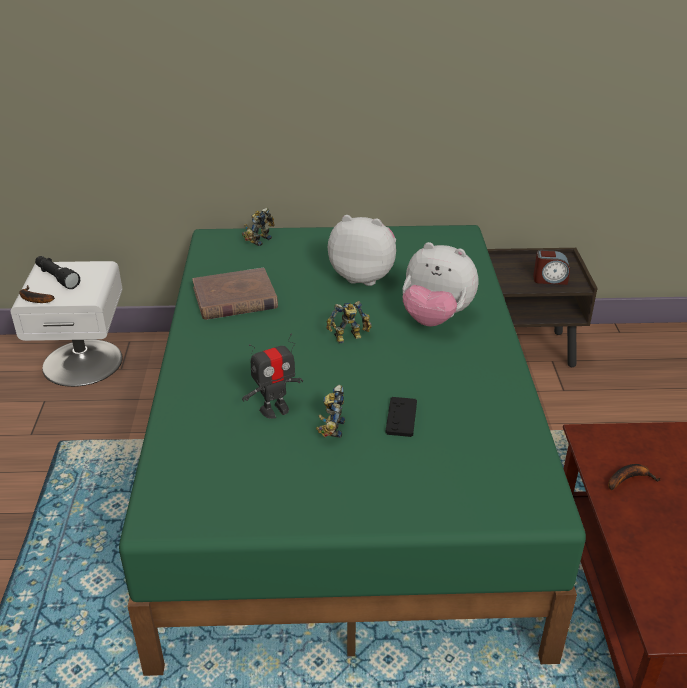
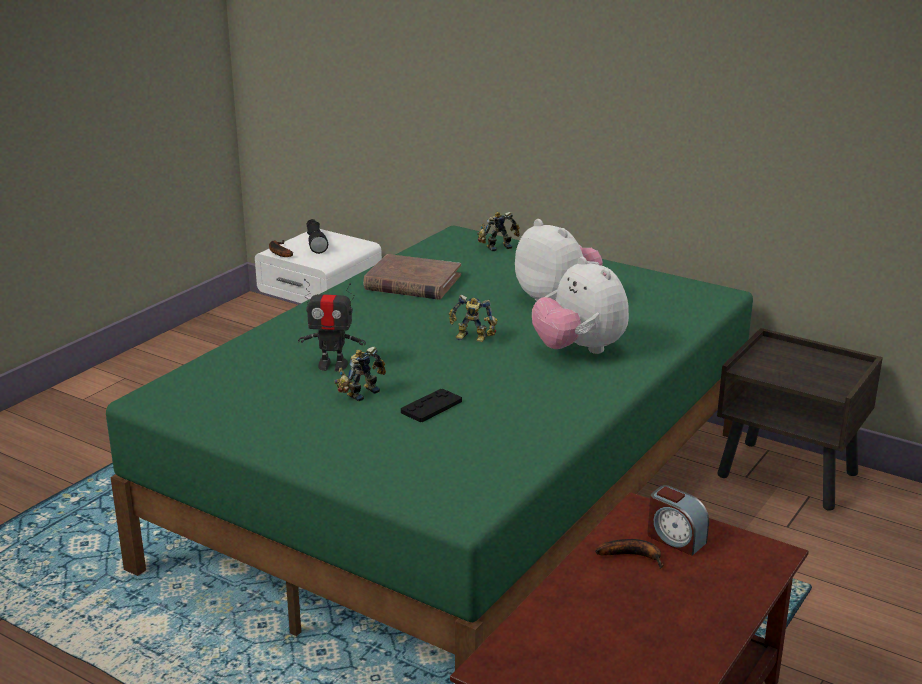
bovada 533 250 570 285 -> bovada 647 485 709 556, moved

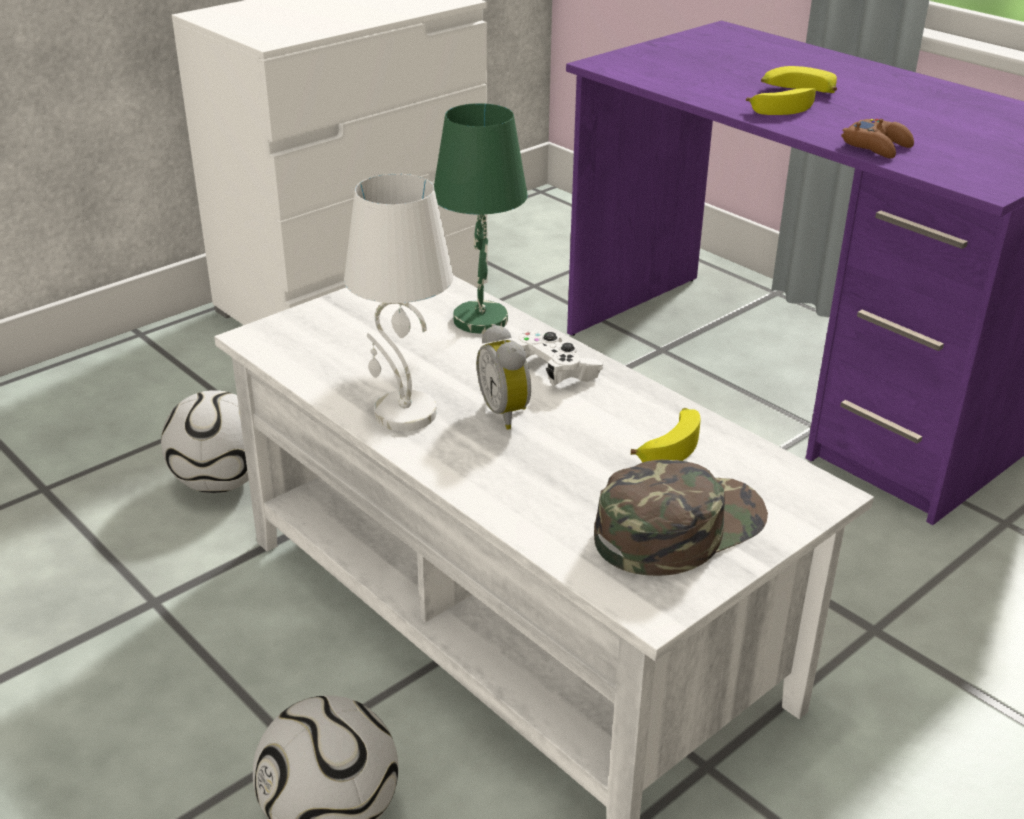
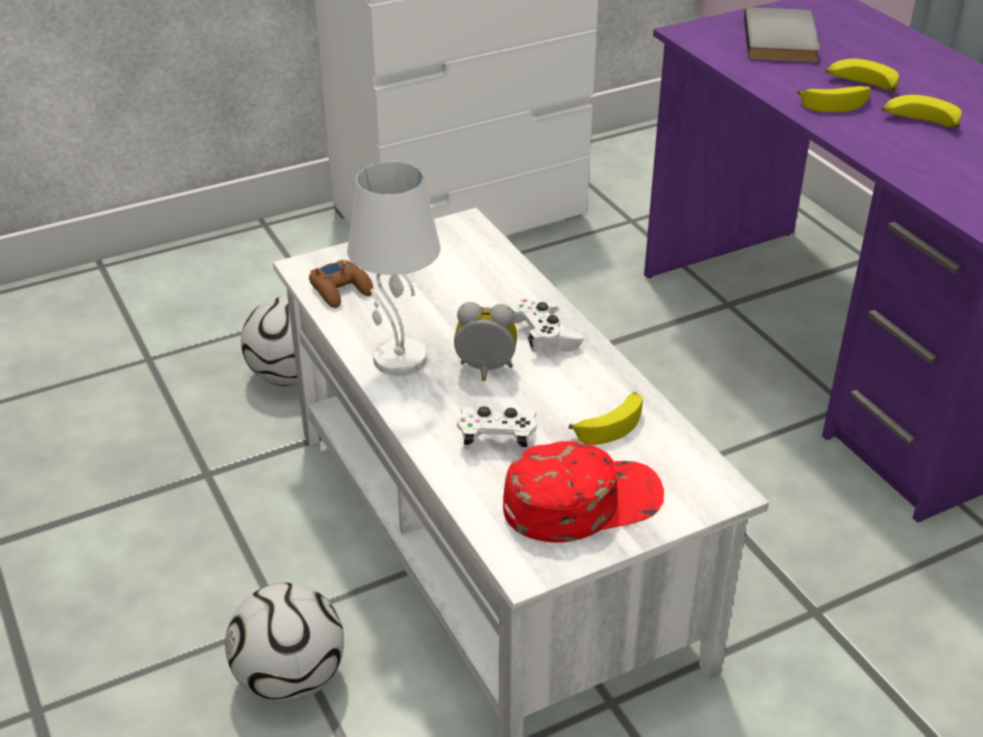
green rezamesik 434 103 528 333 -> none
none -> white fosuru 457 406 537 452
none -> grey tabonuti 744 7 820 62
none -> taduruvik 882 95 961 128
brown fosuru 841 119 914 158 -> brown fosuru 309 260 373 308, moved
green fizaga 594 460 768 576 -> red fizaga 503 441 664 543
bovada 477 324 531 430 -> bovada 454 302 517 381, 105 degrees clockwise

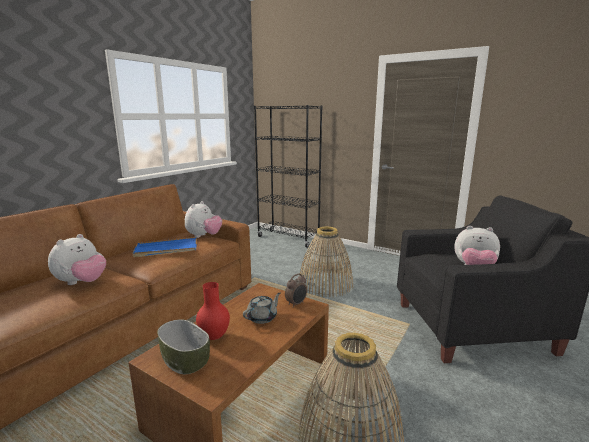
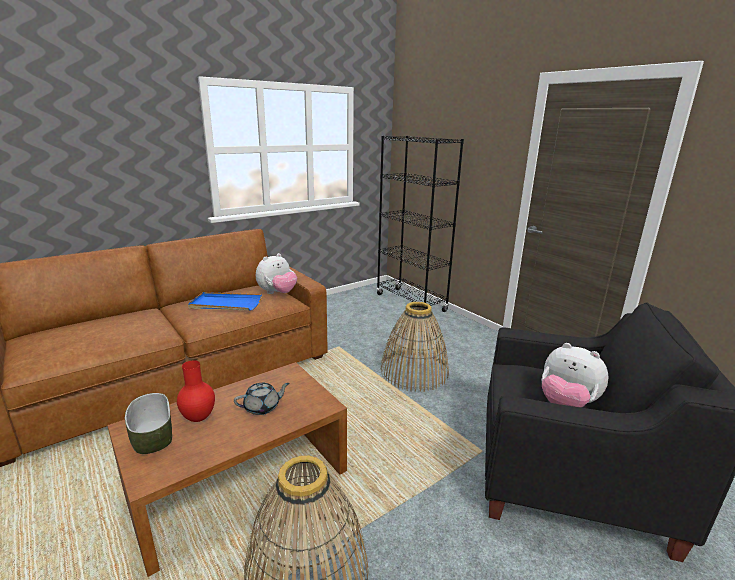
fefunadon 48 234 106 285 -> none
bovada 285 273 307 307 -> none

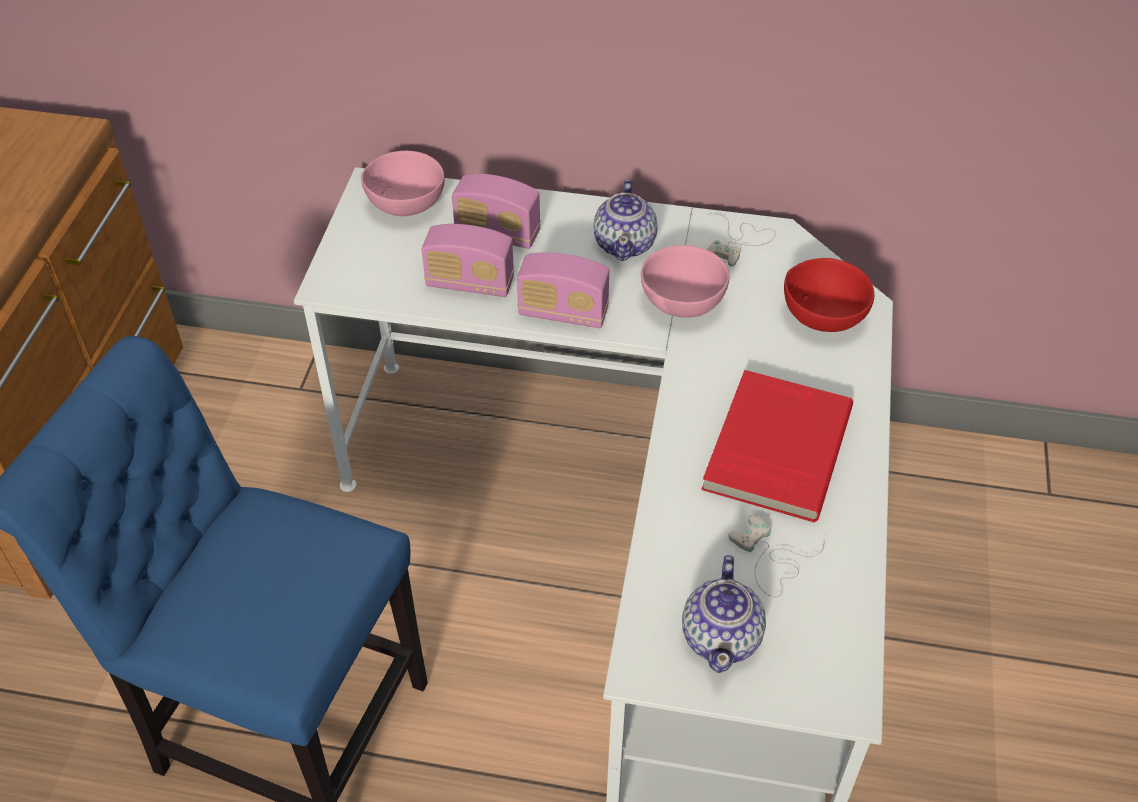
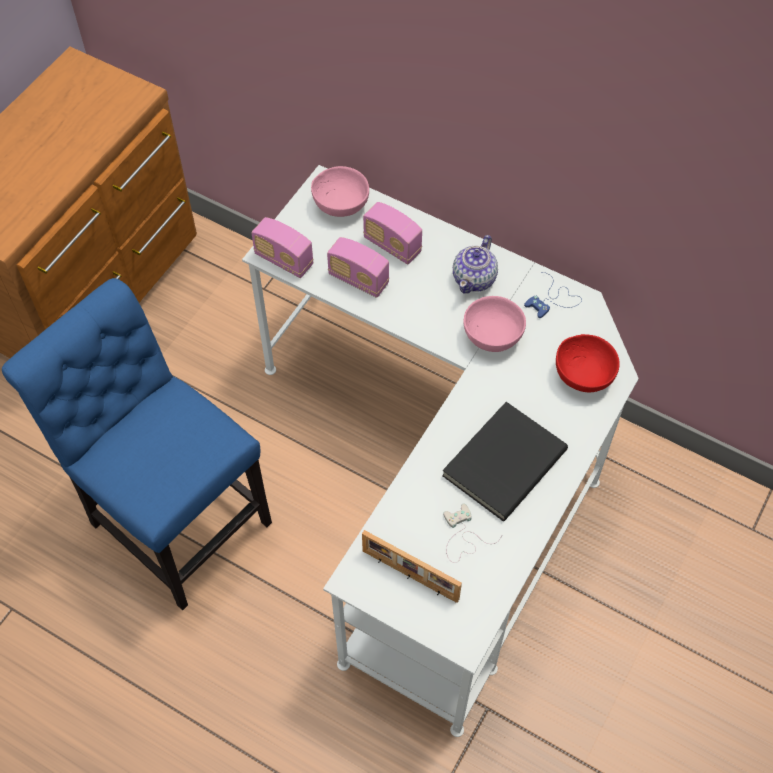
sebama 517 252 609 328 -> sebama 251 217 314 278, moved
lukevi 682 555 766 673 -> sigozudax 362 530 462 603
red tabonuti 701 370 853 522 -> black tabonuti 442 402 568 521
white fosuru 707 214 776 267 -> blue fosuru 524 272 582 318

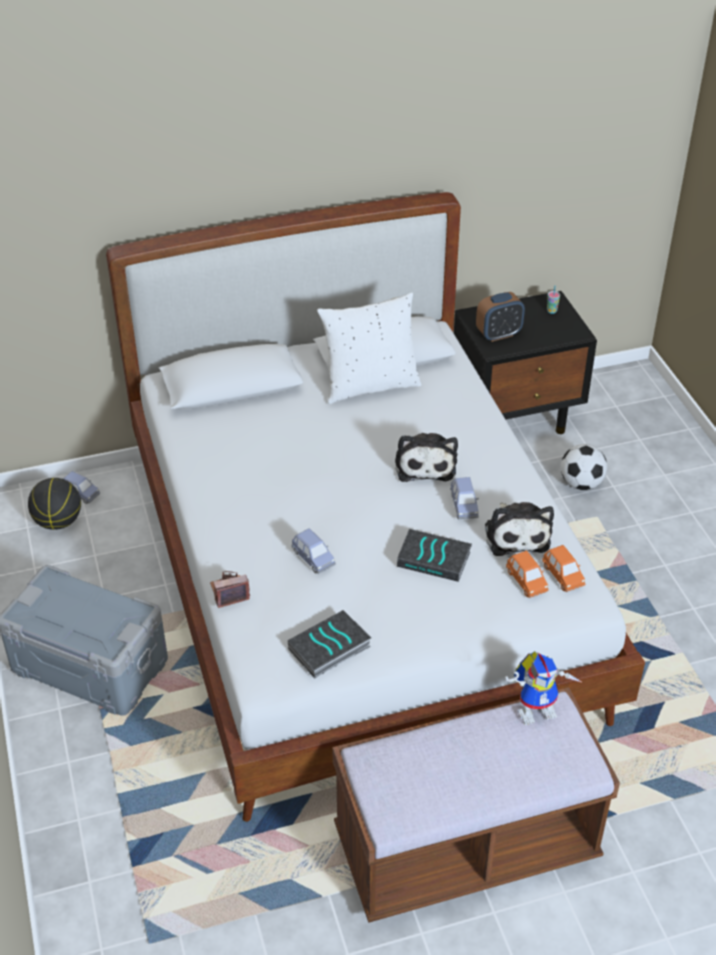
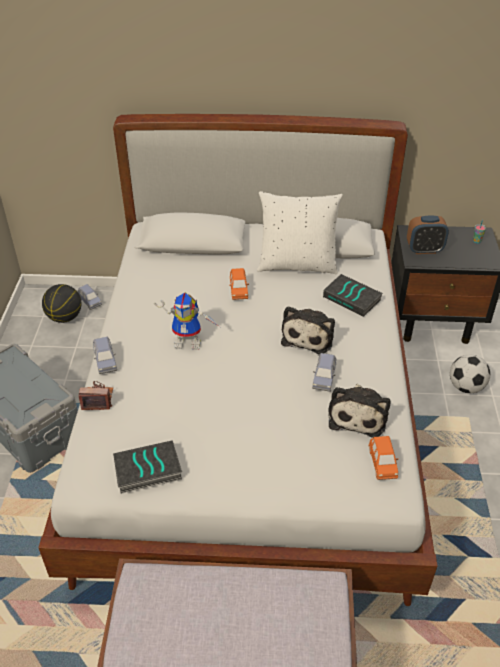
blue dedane 291 528 336 574 -> blue dedane 93 337 117 374, moved
tabonuti 397 529 472 582 -> tabonuti 323 274 383 317, moved
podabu 505 651 583 725 -> podabu 154 292 220 350, moved
orange dedane 506 551 549 598 -> orange dedane 229 268 249 300, moved

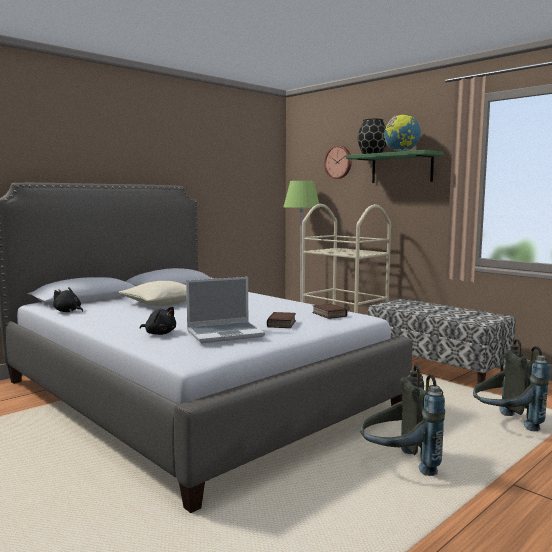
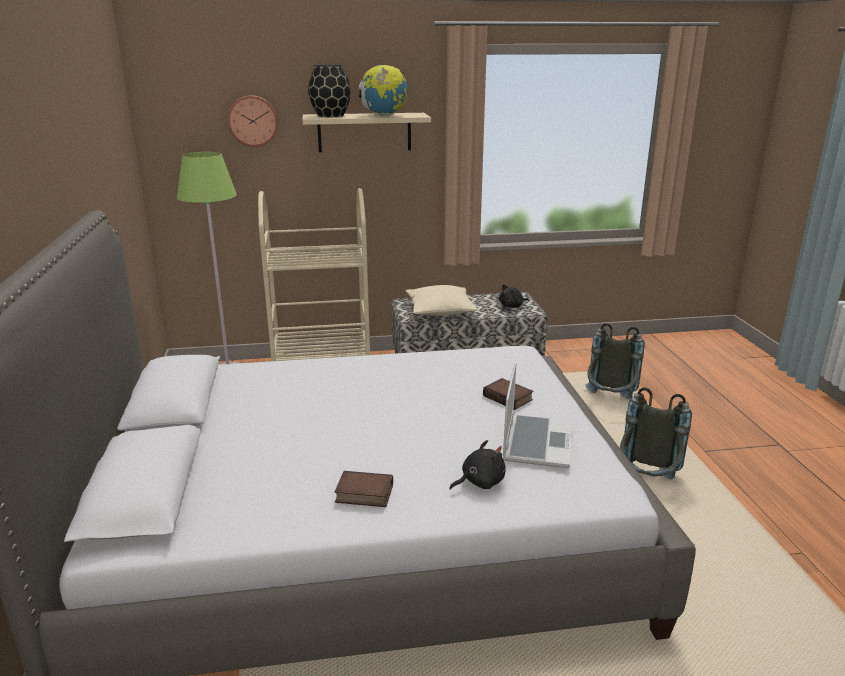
black fefunadon 53 288 83 312 -> black fefunadon 499 284 530 308, moved
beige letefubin 119 281 187 306 -> beige letefubin 406 285 477 316, moved
tabonuti 312 304 347 319 -> tabonuti 335 471 393 507, moved
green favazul 346 150 444 183 -> beige favazul 303 113 431 152

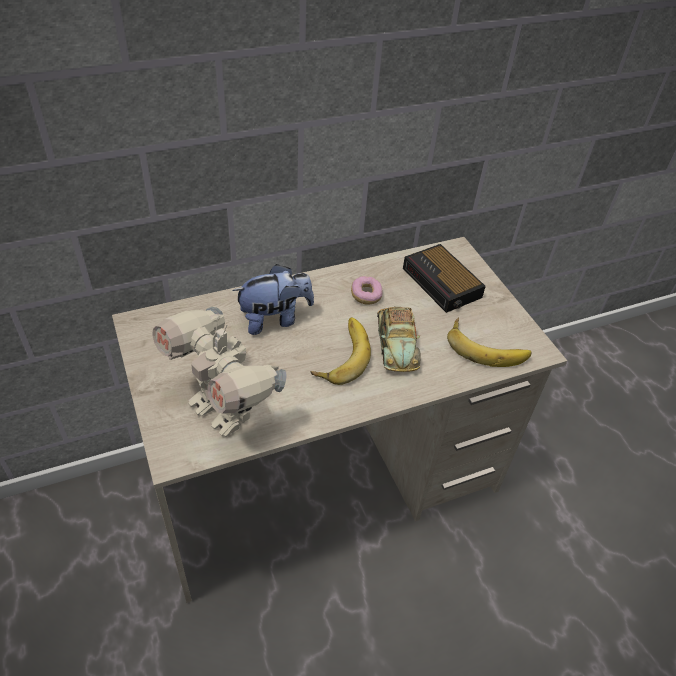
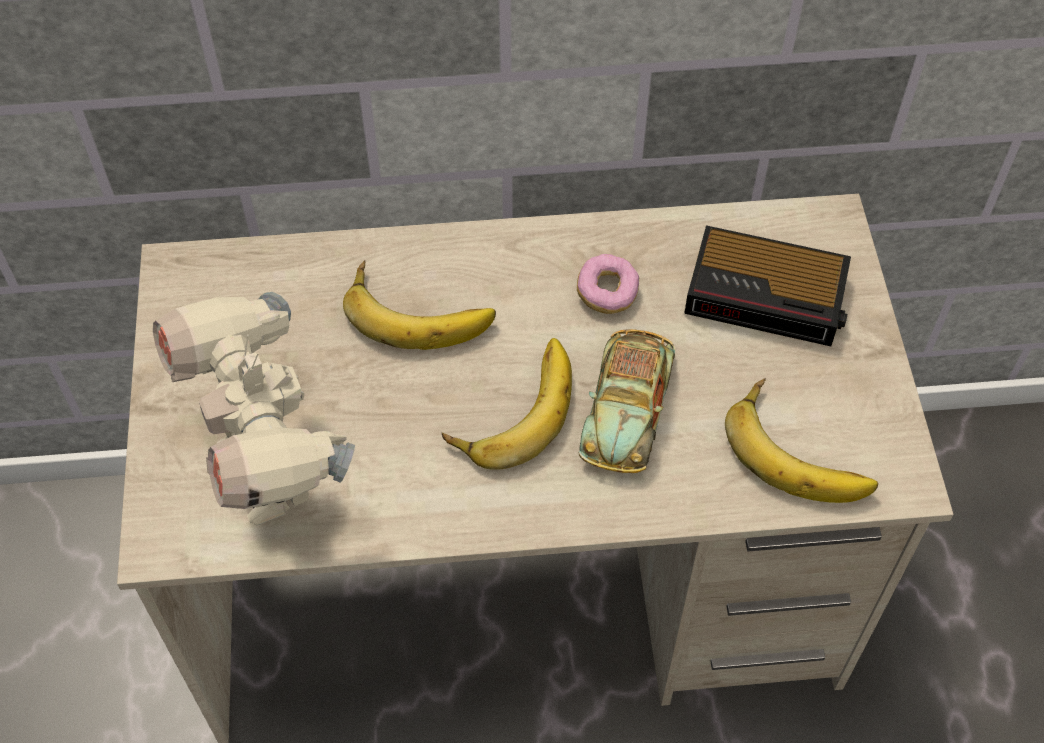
fefunadon 232 264 314 335 -> taduruvik 343 260 496 350
bovada 403 244 486 313 -> bovada 684 225 851 346, 60 degrees counterclockwise

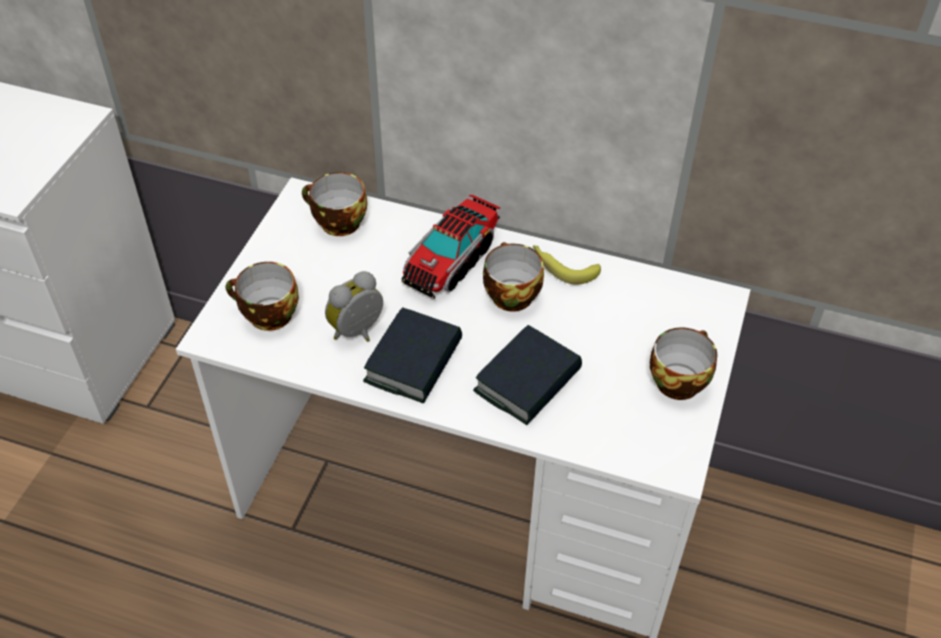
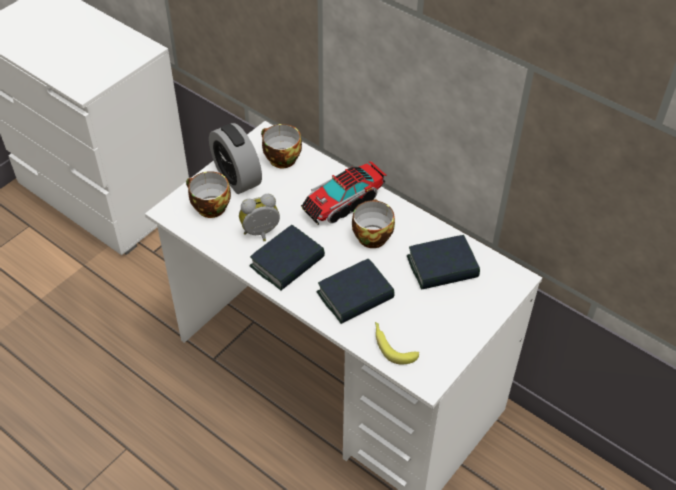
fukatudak 650 327 717 400 -> none
none -> bovada 209 123 262 194
none -> tabonuti 407 235 480 290
taduruvik 533 245 601 285 -> taduruvik 375 322 419 364, moved

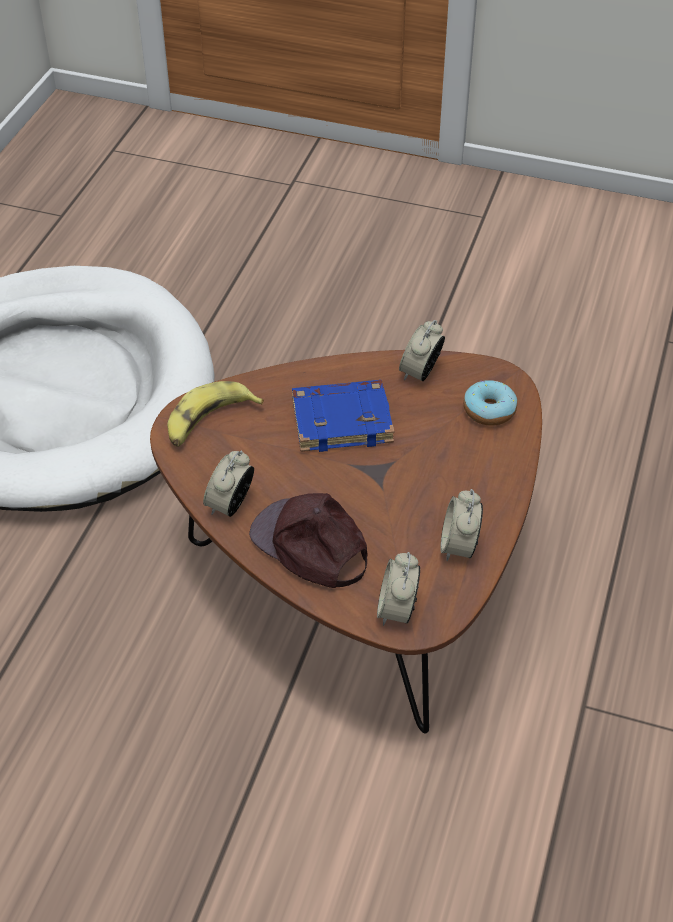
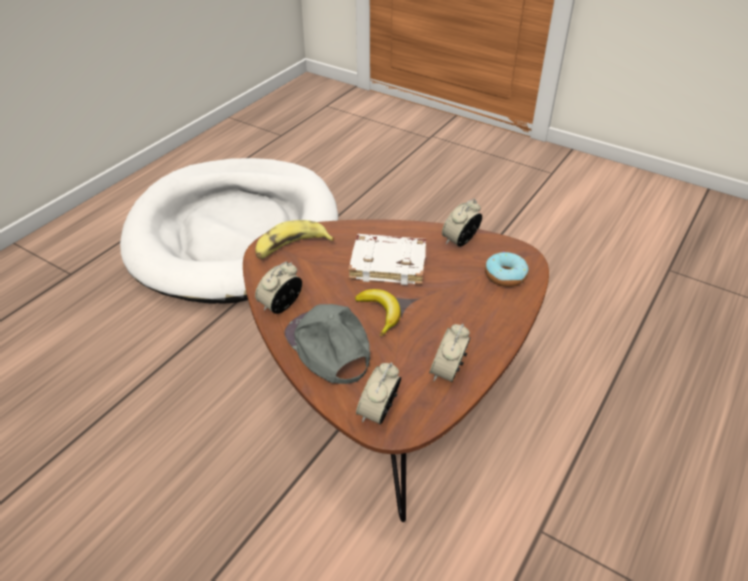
none -> taduruvik 355 289 401 336
brown fizaga 249 493 368 588 -> grey fizaga 285 304 370 384
blue tabonuti 292 380 395 452 -> white tabonuti 348 234 426 285

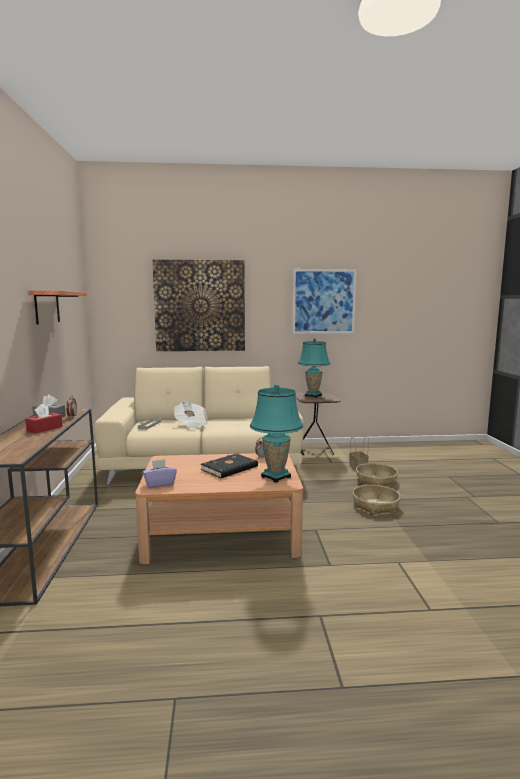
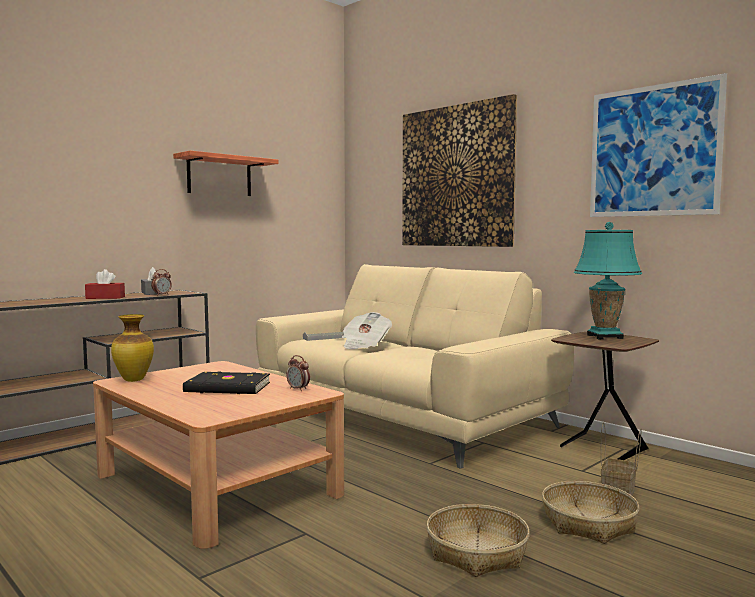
turquoise rezamesik 250 384 303 483 -> none
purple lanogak 143 459 177 488 -> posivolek 111 314 154 382

